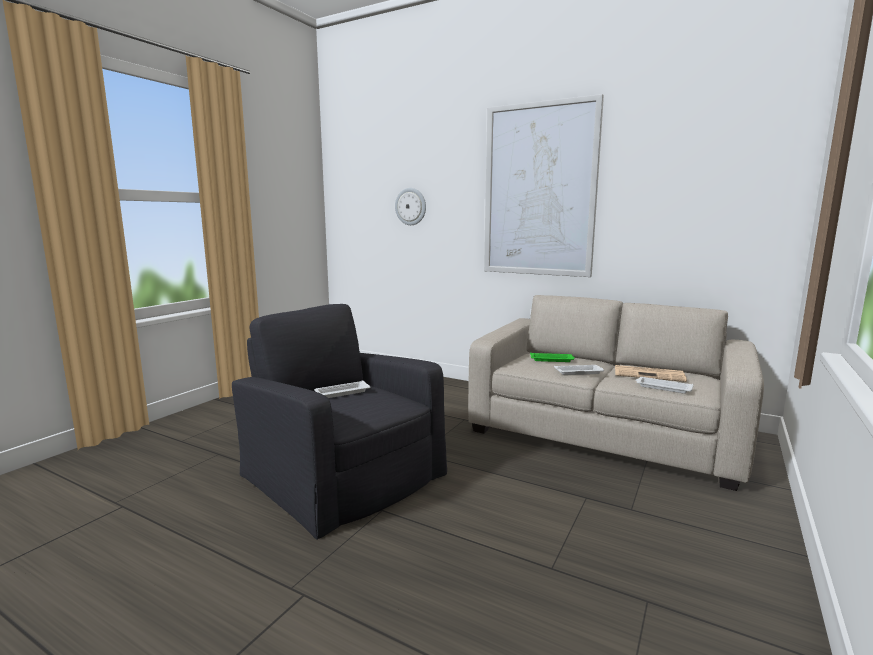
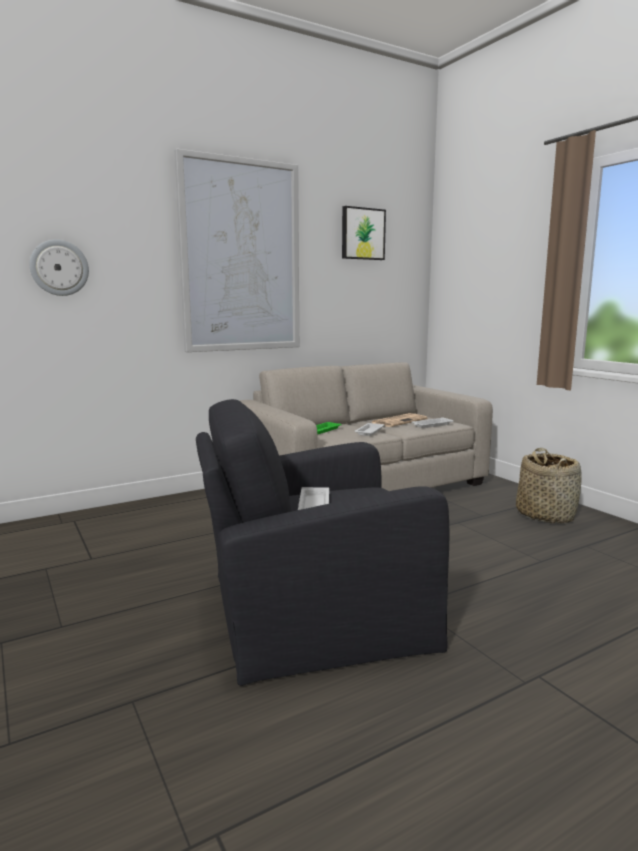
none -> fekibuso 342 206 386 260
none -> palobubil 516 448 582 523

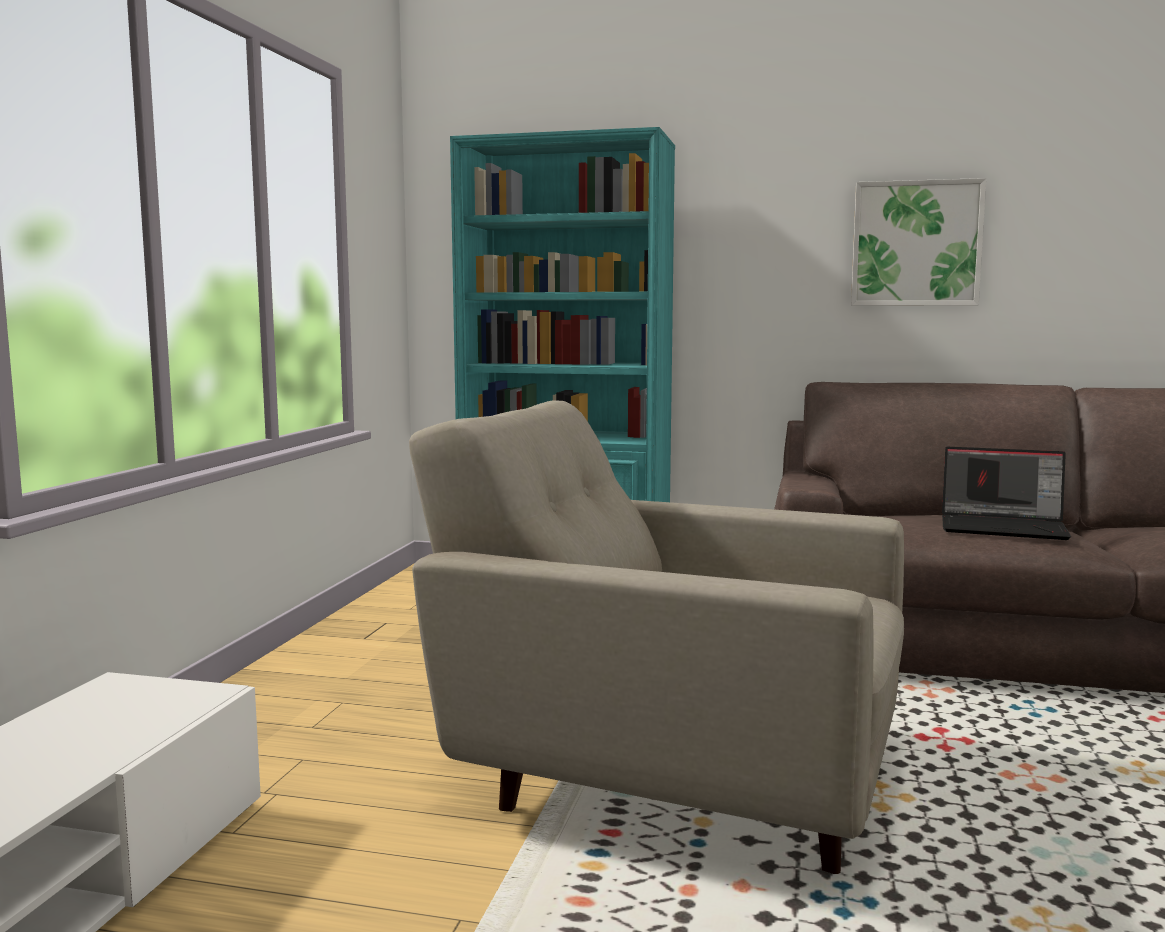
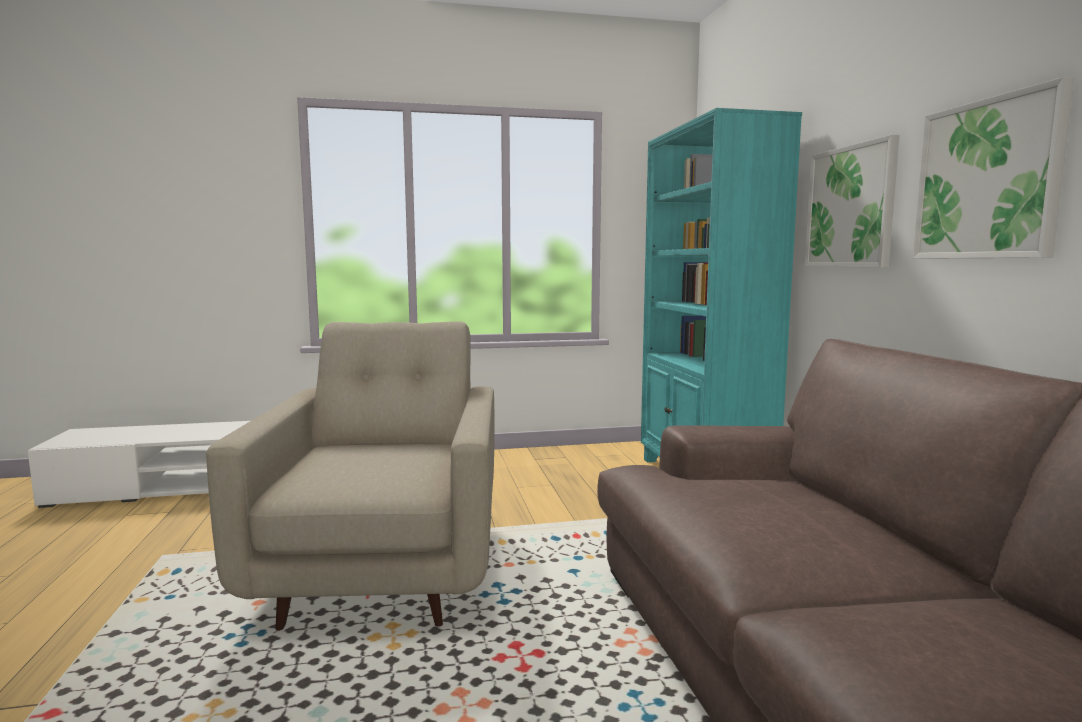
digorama 942 447 1071 540 -> none
none -> fekibuso 805 135 900 268

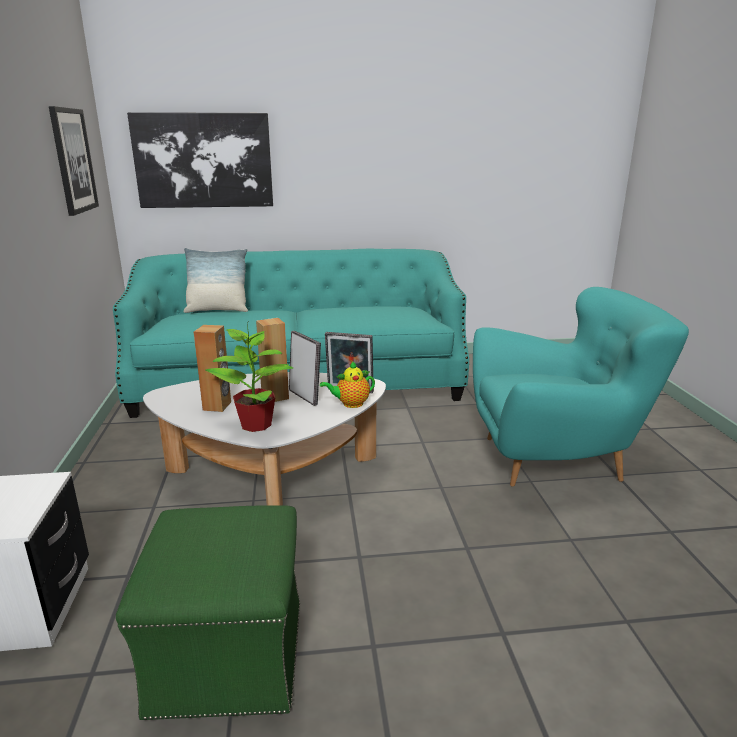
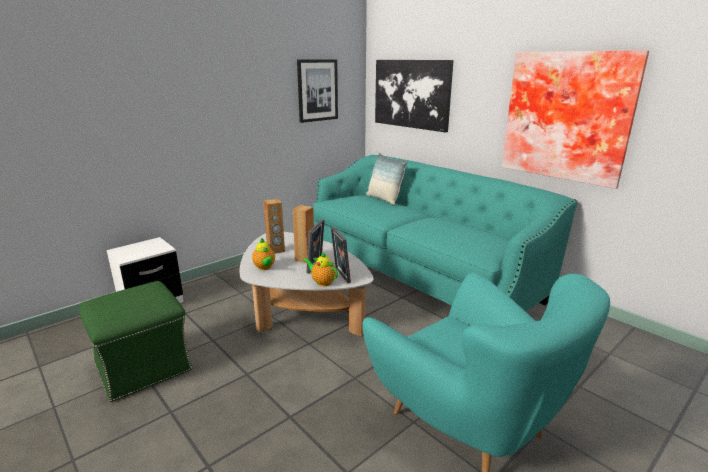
none -> fekibuso 502 50 649 189
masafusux 206 323 293 432 -> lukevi 252 238 275 270

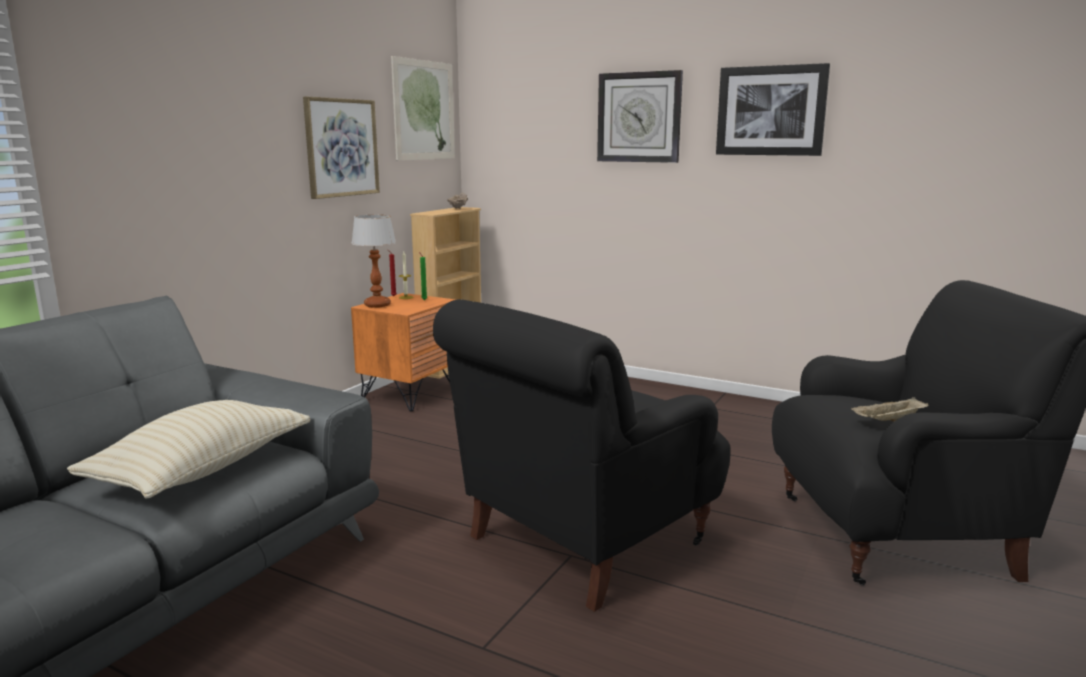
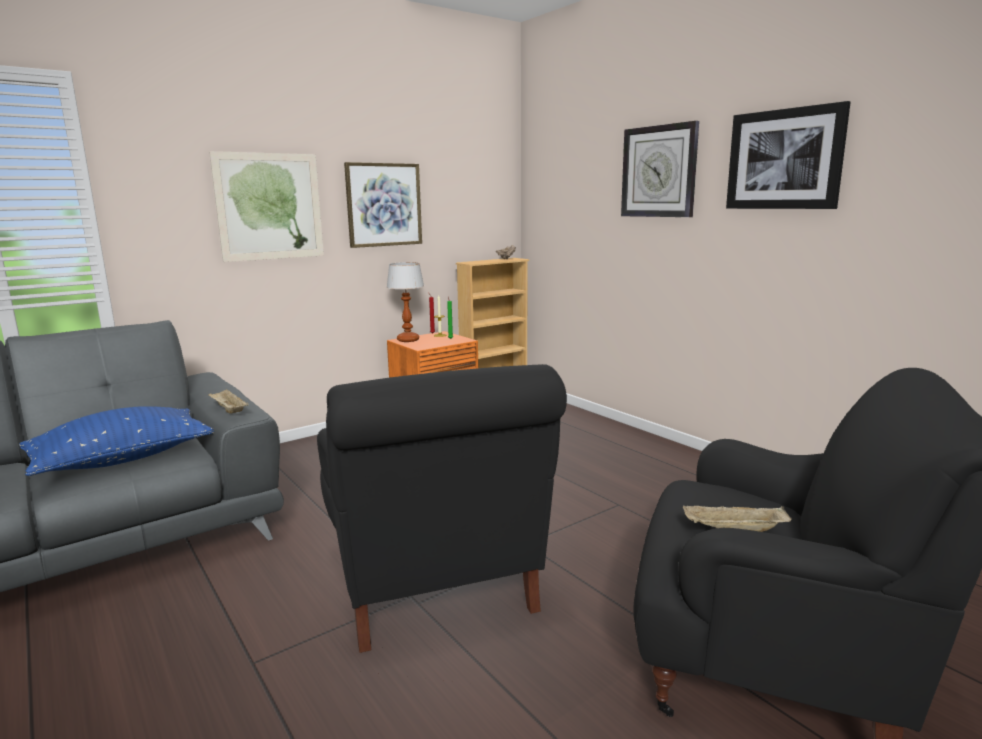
none -> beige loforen 208 389 249 413
fekibuso 391 56 455 161 -> fekibuso 209 151 324 262, moved
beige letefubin 67 400 310 498 -> blue letefubin 19 406 214 476
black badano 433 299 731 612 -> black badano 317 364 567 653, 90 degrees counterclockwise

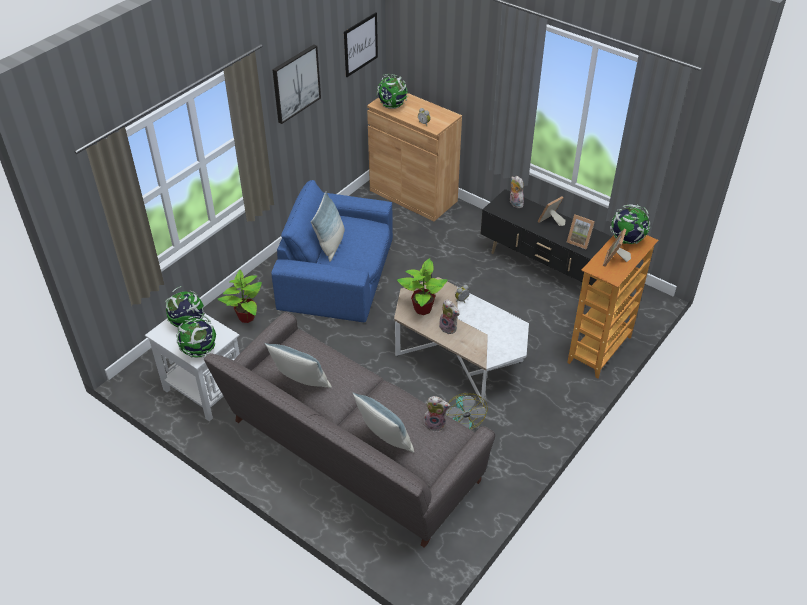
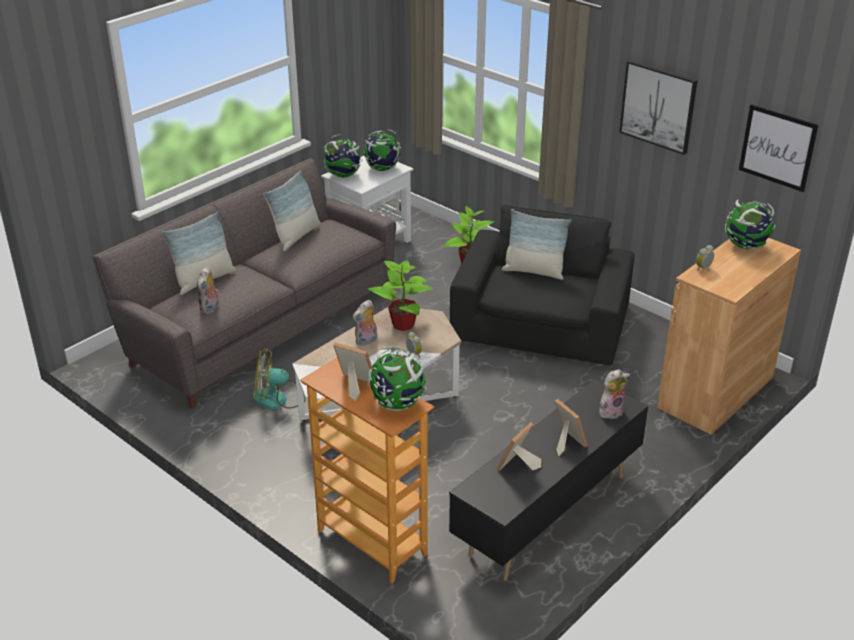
blue badano 271 180 393 322 -> black badano 450 205 635 365

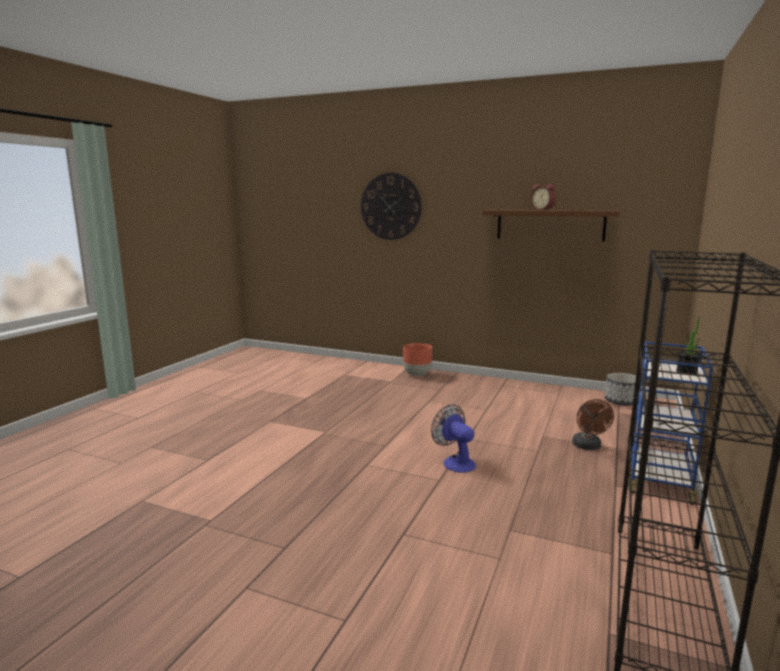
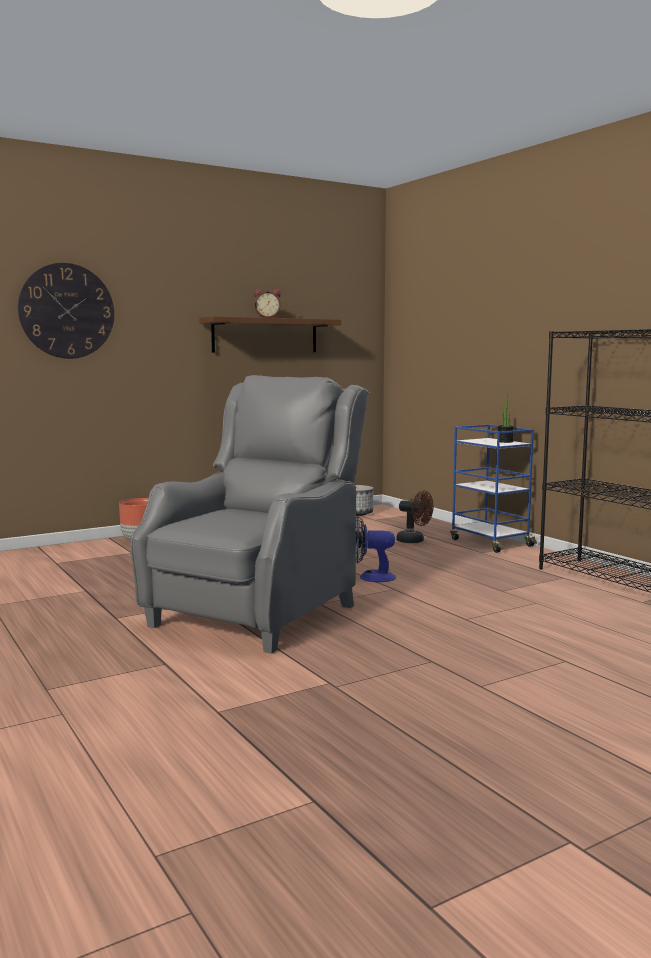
none -> grey badano 130 375 370 654

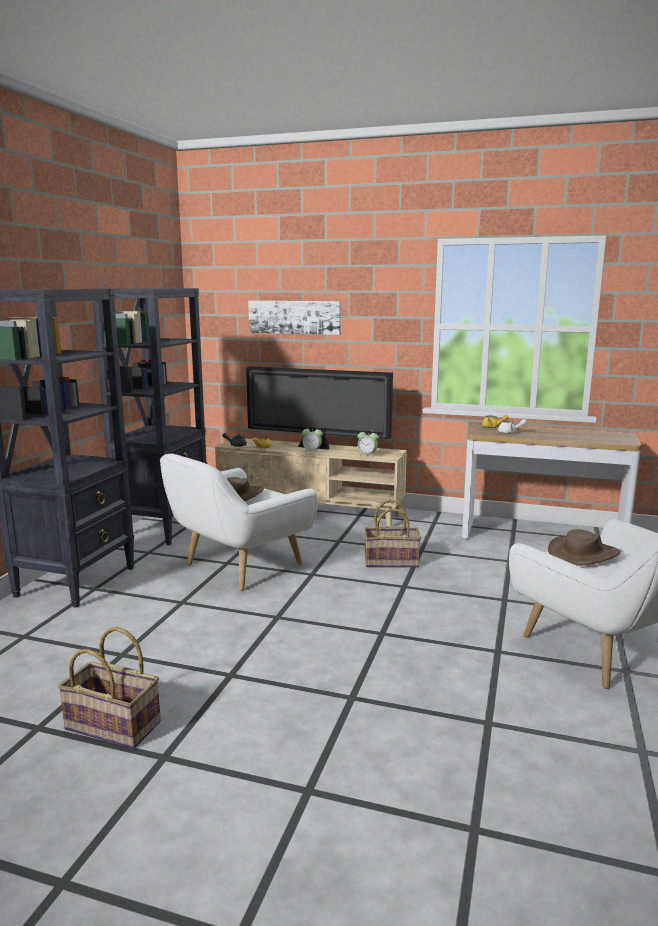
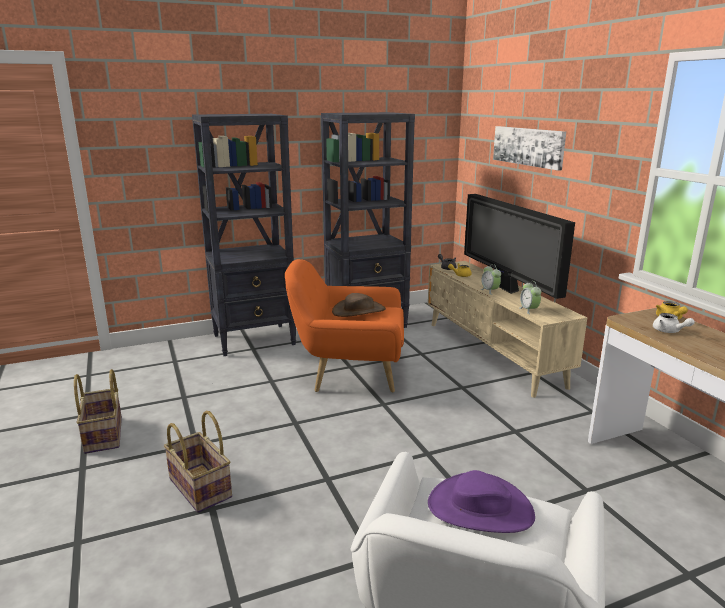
palobubil 364 499 421 568 -> palobubil 164 411 232 513, moved
white badano 160 454 318 591 -> orange badano 285 259 404 392
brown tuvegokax 548 529 621 566 -> purple tuvegokax 428 470 535 533

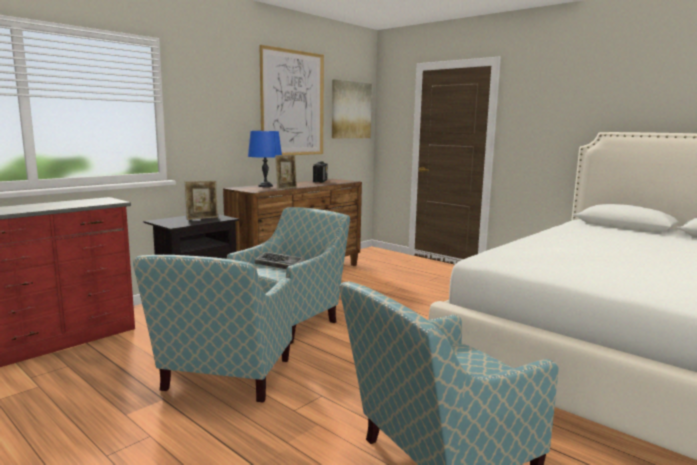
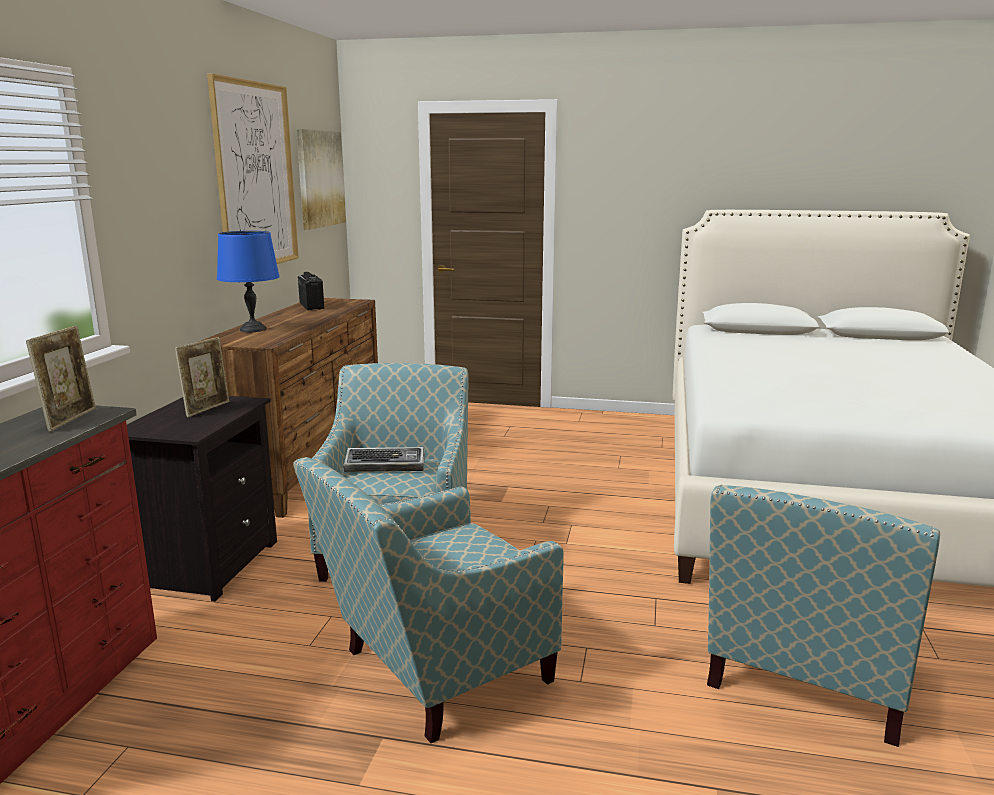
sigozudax 275 155 297 189 -> sigozudax 26 326 96 431, moved
badano 133 255 292 403 -> badano 293 457 564 743, 75 degrees clockwise

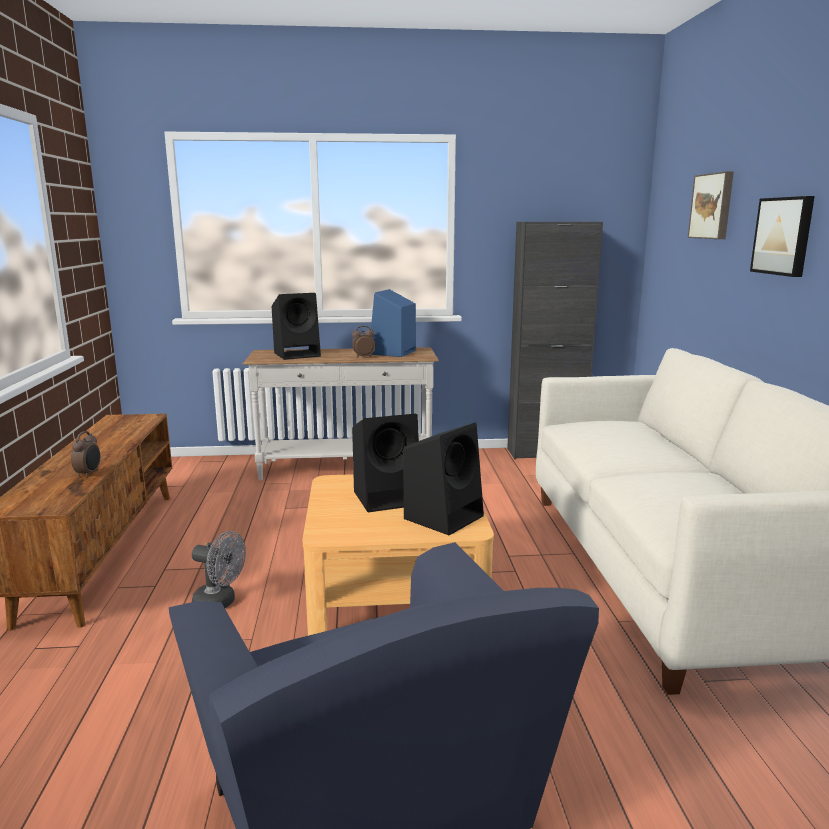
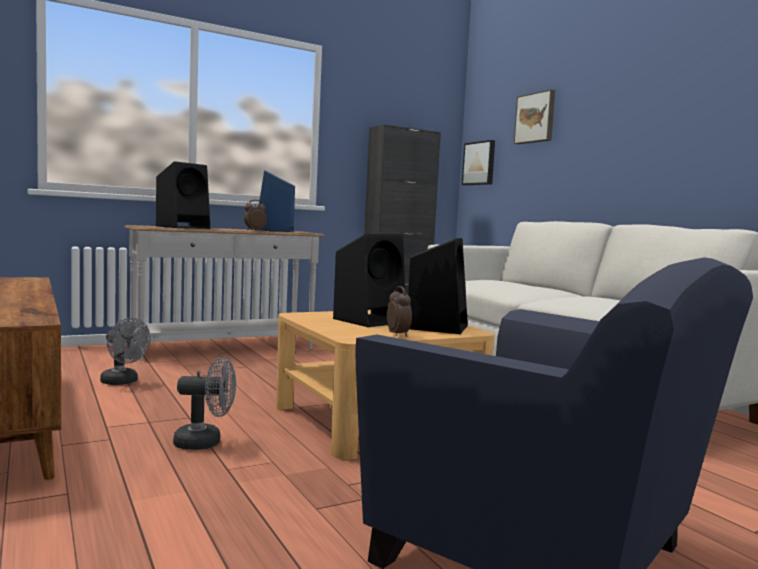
none -> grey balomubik 100 318 151 385
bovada 71 431 100 478 -> bovada 387 286 412 337, moved
fekibuso 750 196 815 277 -> fekibuso 462 140 495 185, moved

